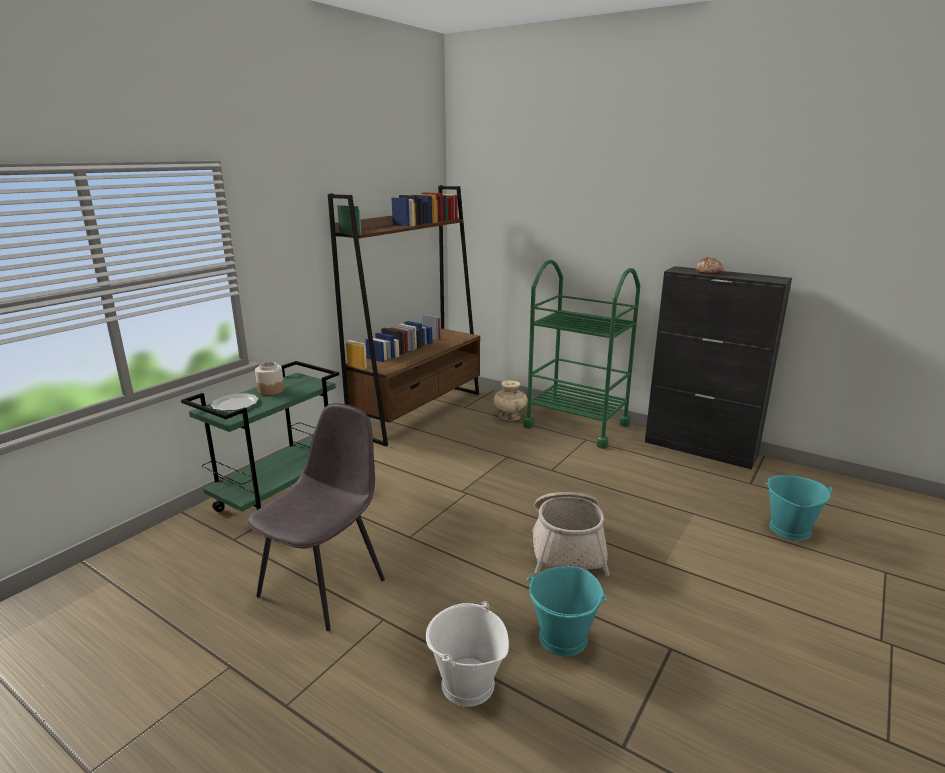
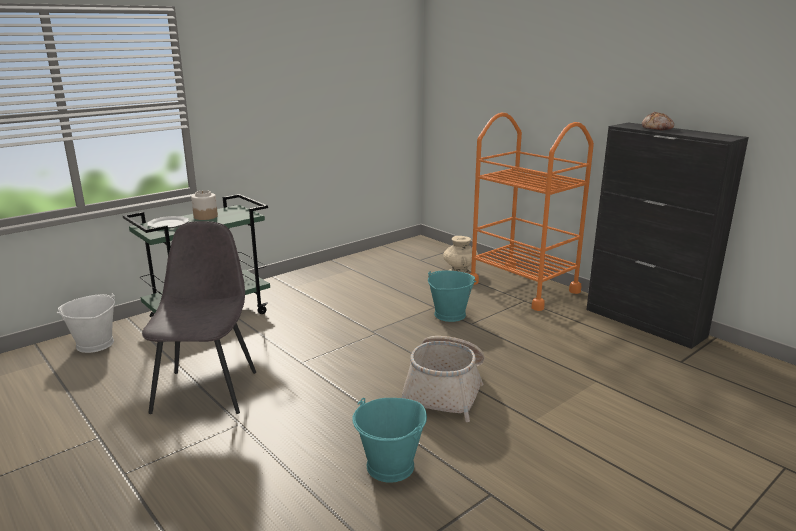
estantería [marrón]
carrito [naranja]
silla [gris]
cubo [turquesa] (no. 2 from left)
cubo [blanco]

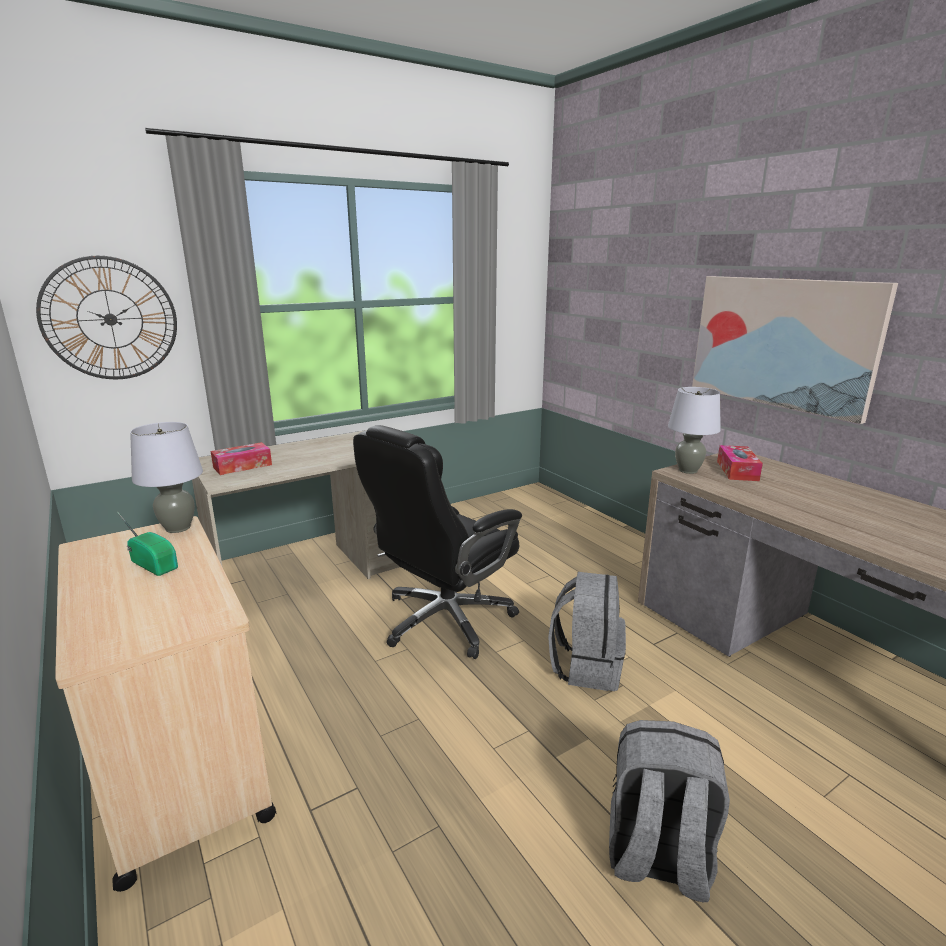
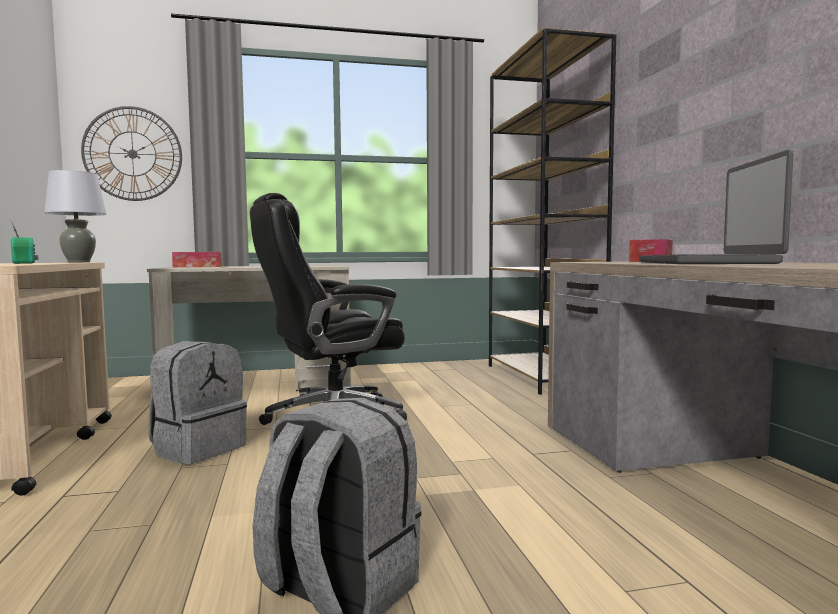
cuadro
lámpara de mesa [gris] (no. 2 from left in the first image)
mochila [gris] (no. 1 from left)
estantería [marrón]
portátil

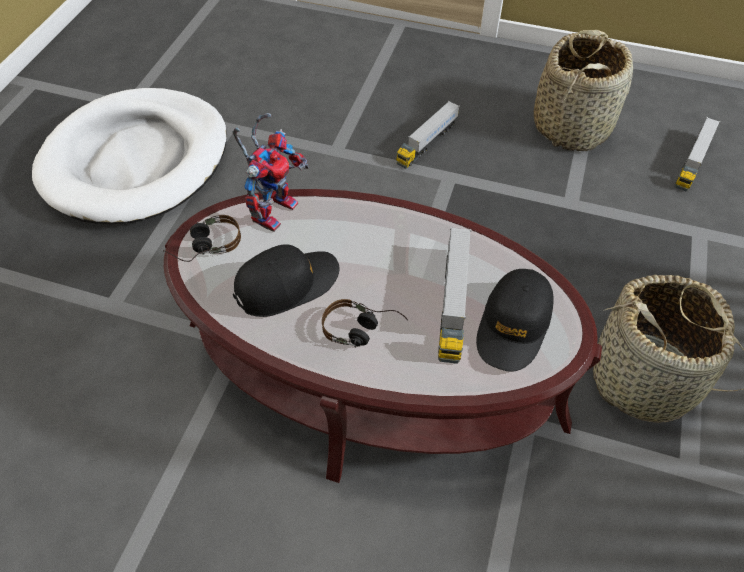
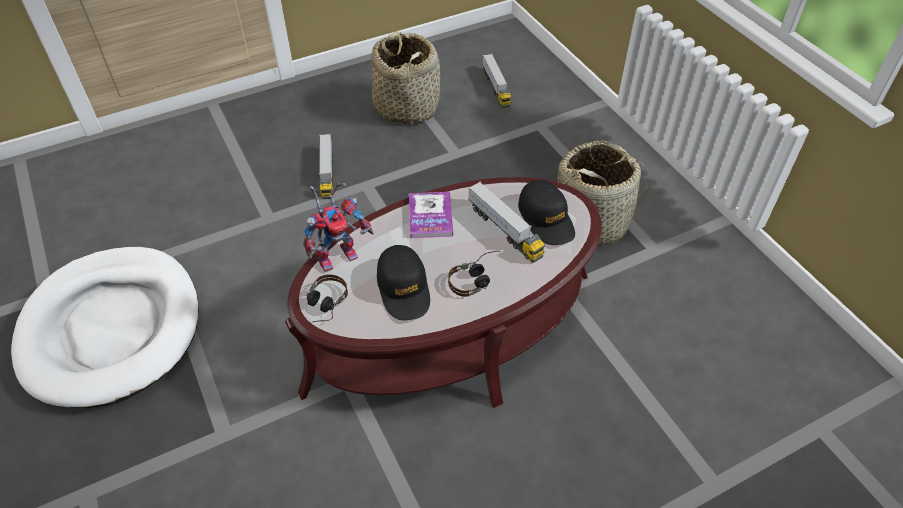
robot de juguete
gorra [negro] (no. 1 from left)
libro

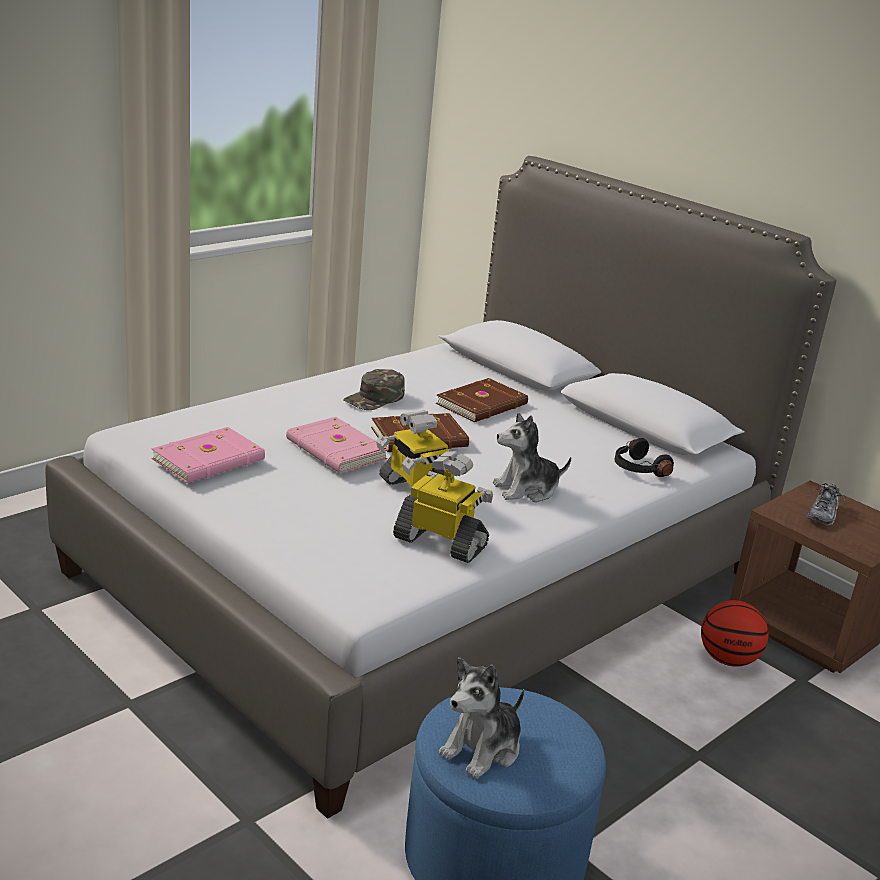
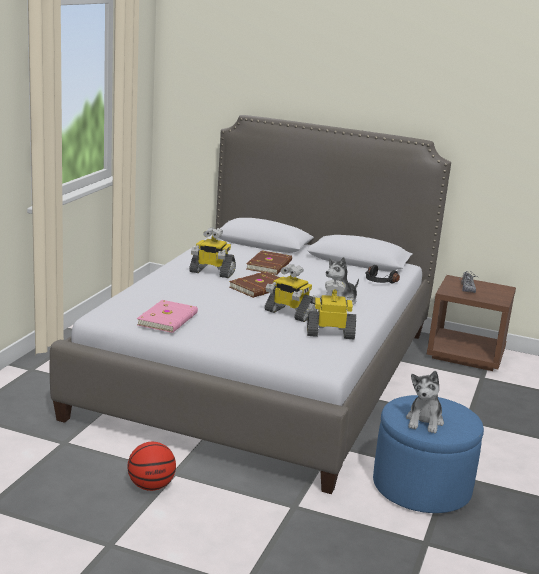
robot de juguete (no. 1 from left)
libro [rosa] (no. 2 from left in the first image)
balón de baloncesto

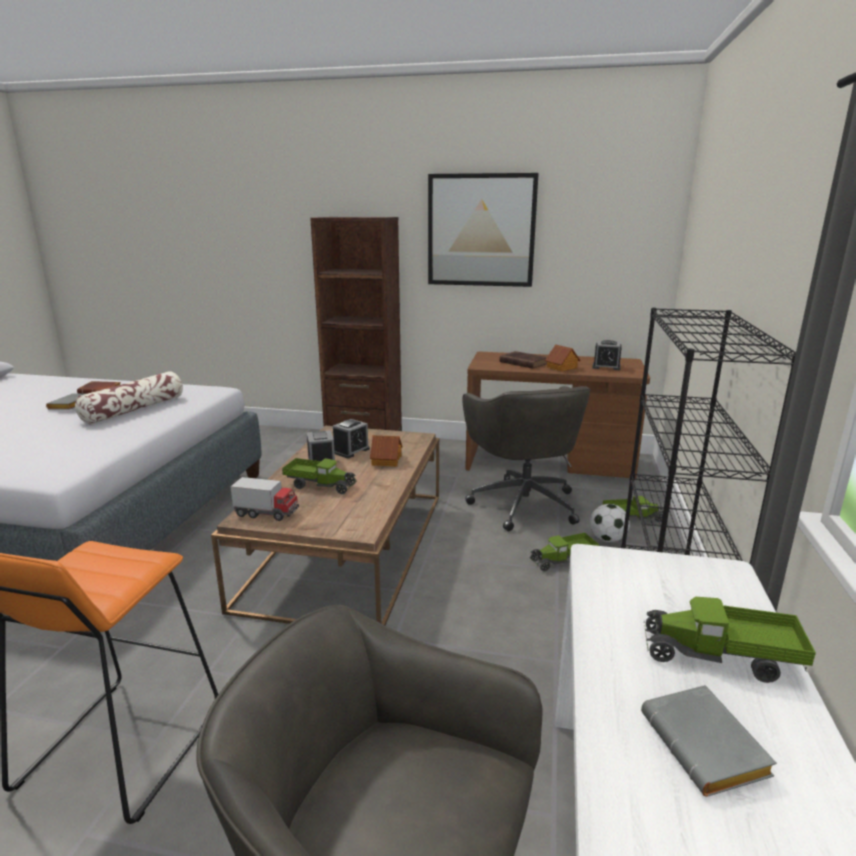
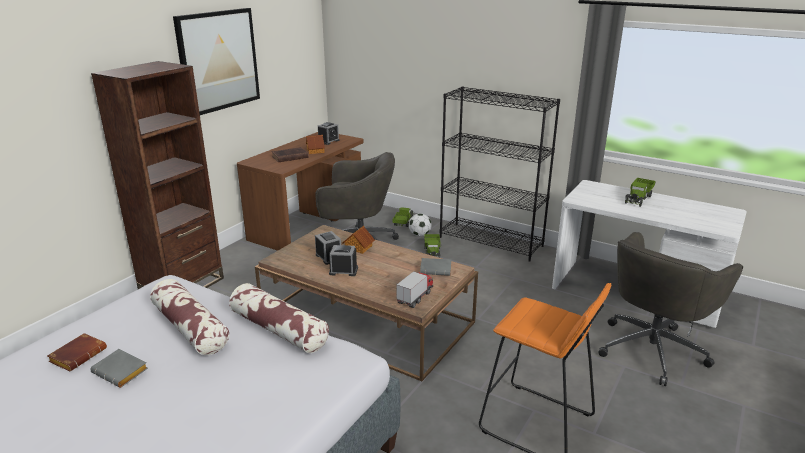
camión de juguete (no. 2 from left in the first image)
libro [gris] (no. 2 from left)
cojín (no. 2 from left)

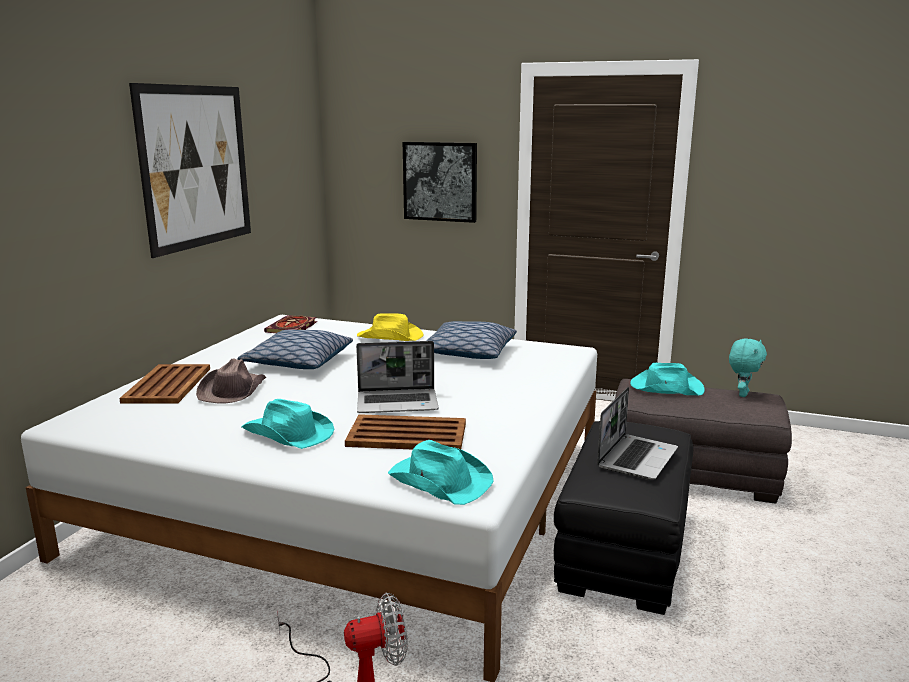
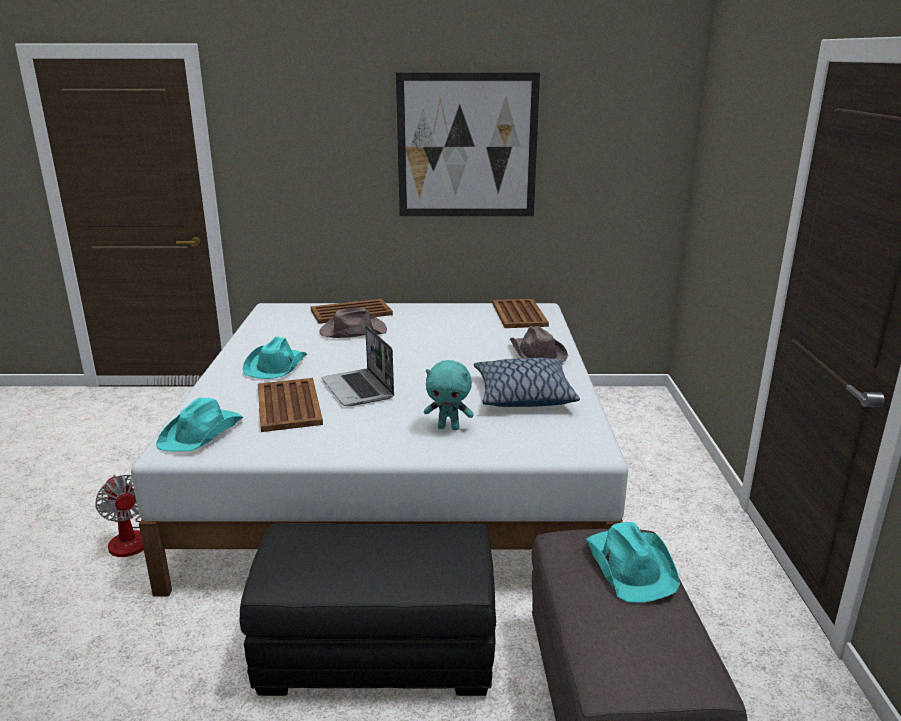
cuadro (no. 2 from left in the first image)
sombrero [marrón] (no. 2 from left)
bandeja [marrón] (no. 3 from left)
cojín (no. 1 from left in the first image)
peluche [turquesa]
portátil (no. 2 from left in the first image)

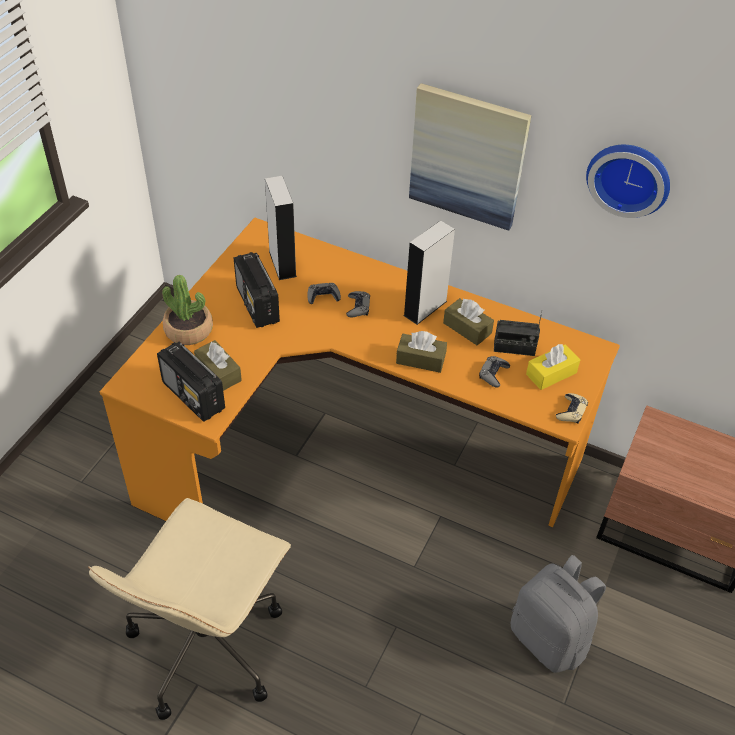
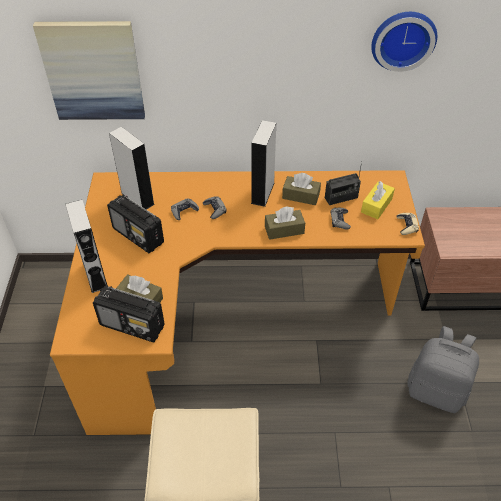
cuadro
altavoz [gris] (no. 1 from left)

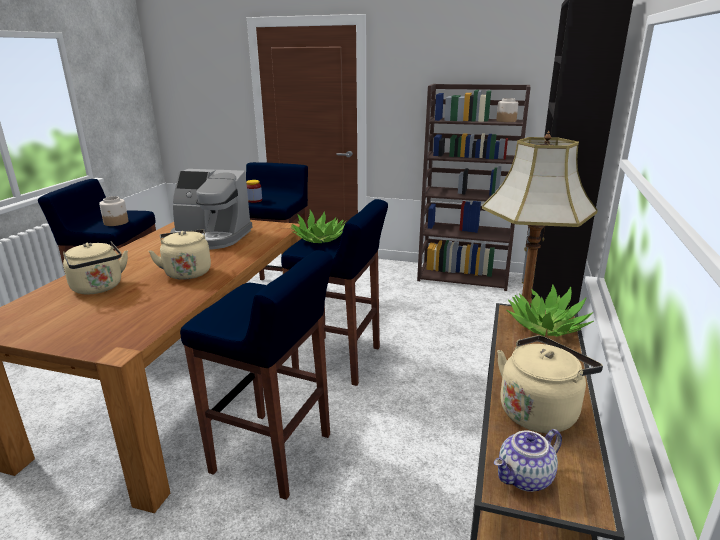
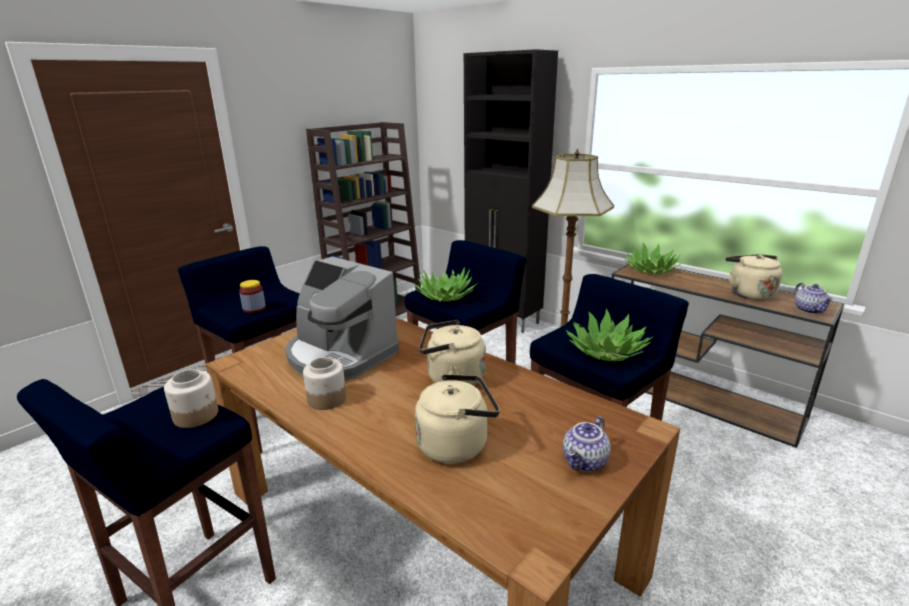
tarro (no. 3 from left)
cafetera
planta en maceta (no. 2 from left)
tetera (no. 1 from left)

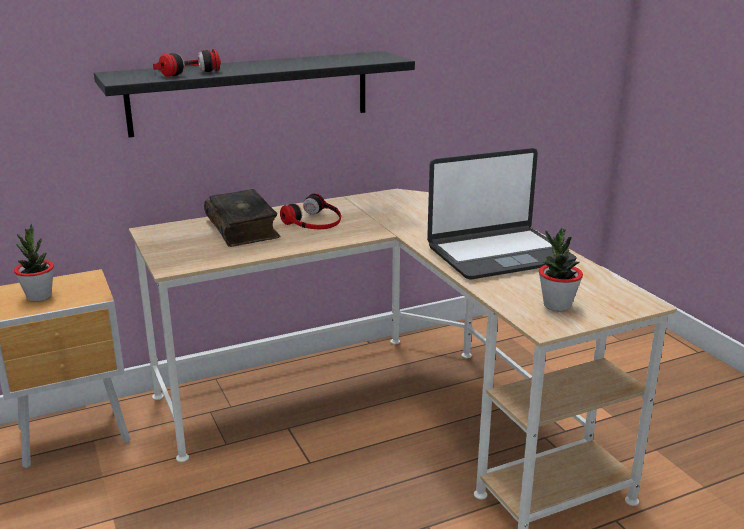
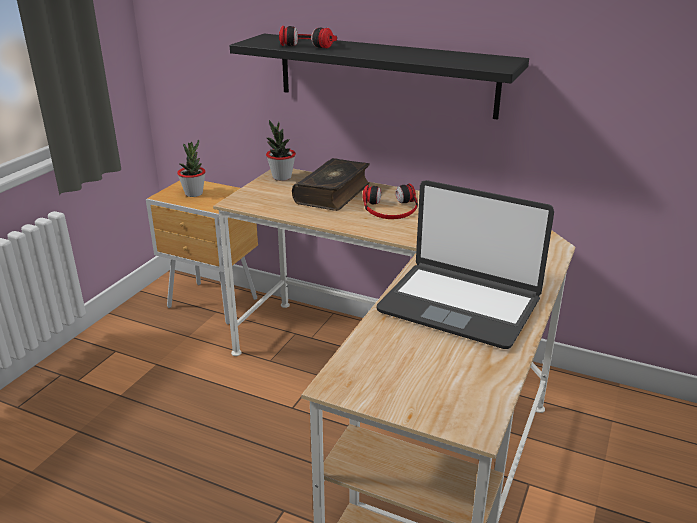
planta en maceta (no. 2 from left)

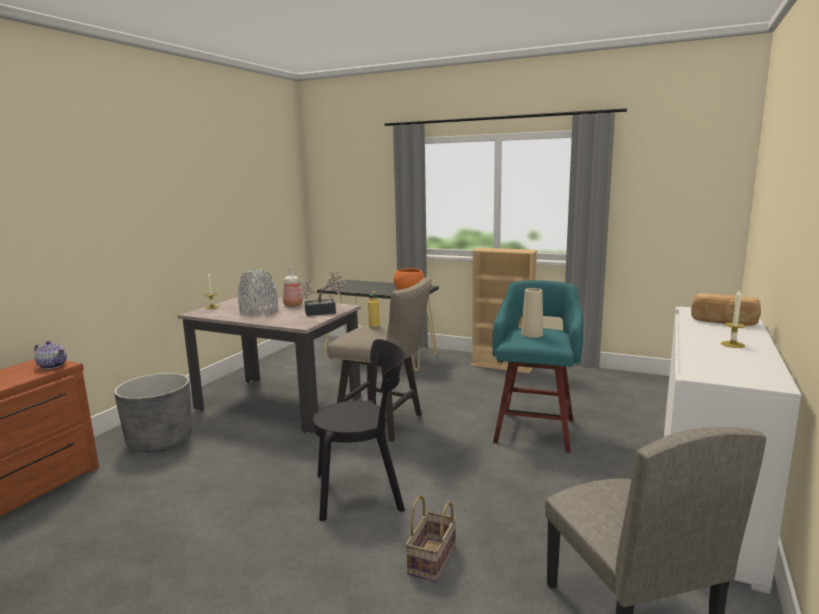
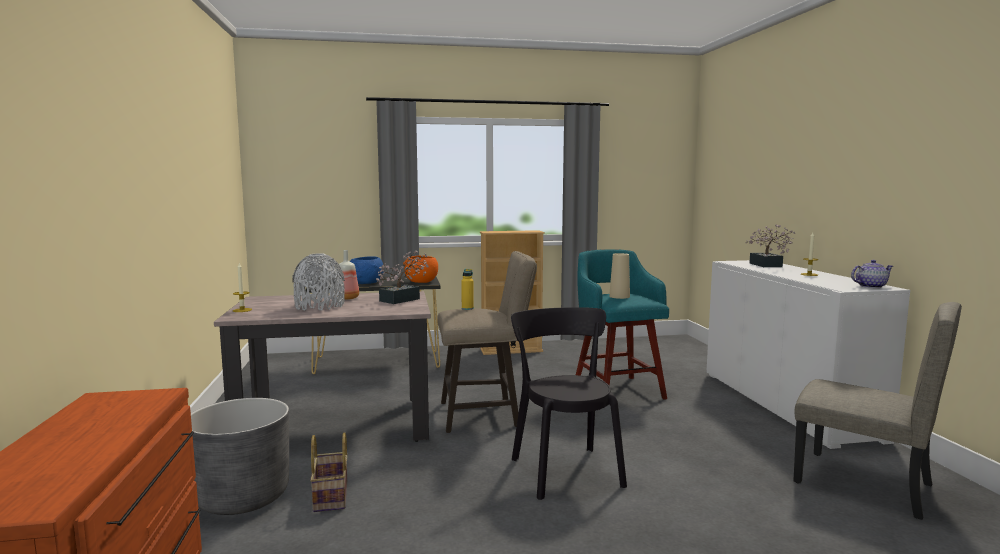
planta en maceta (no. 2 from left)
silla [negro]
tetera
cesta
cuenco [azul]

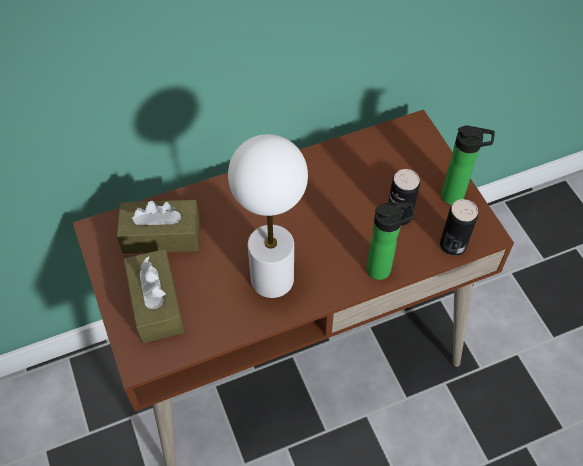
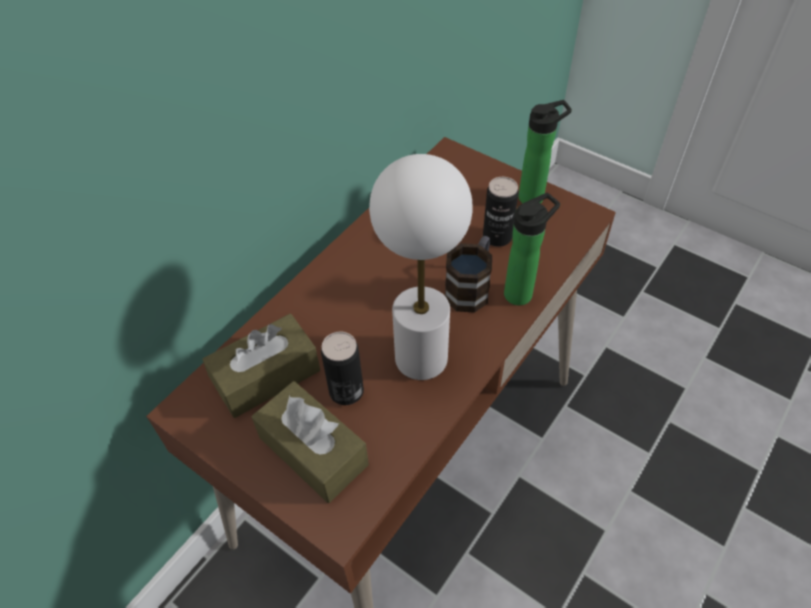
lata (no. 1 from left)
taza grande

